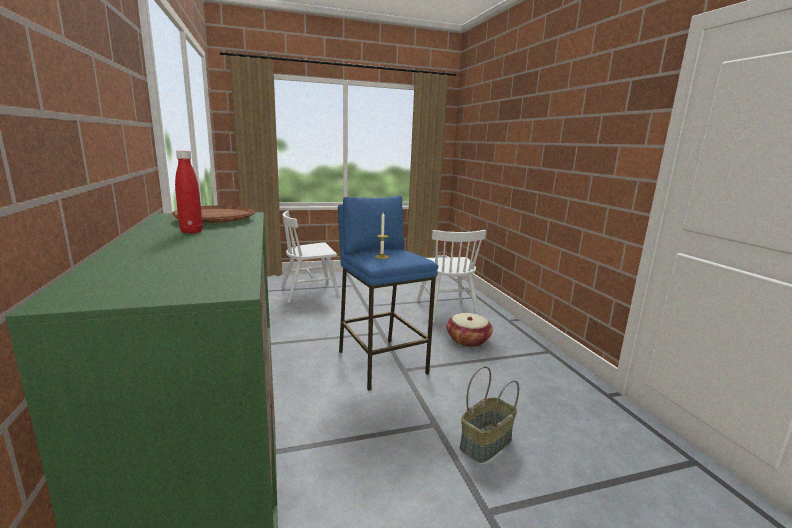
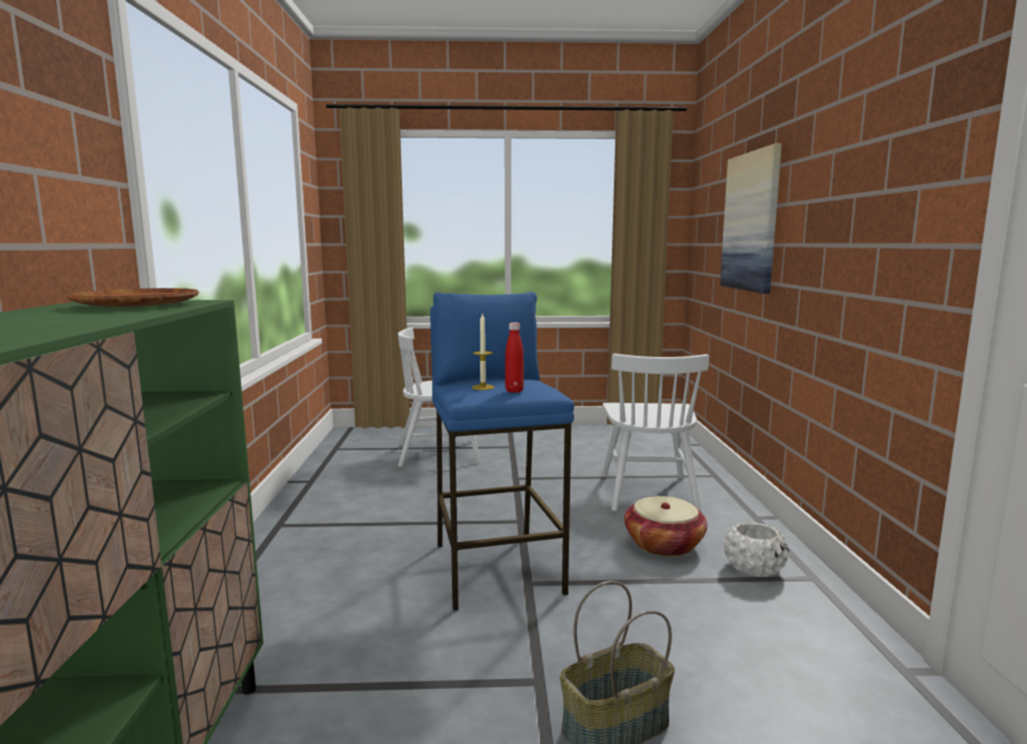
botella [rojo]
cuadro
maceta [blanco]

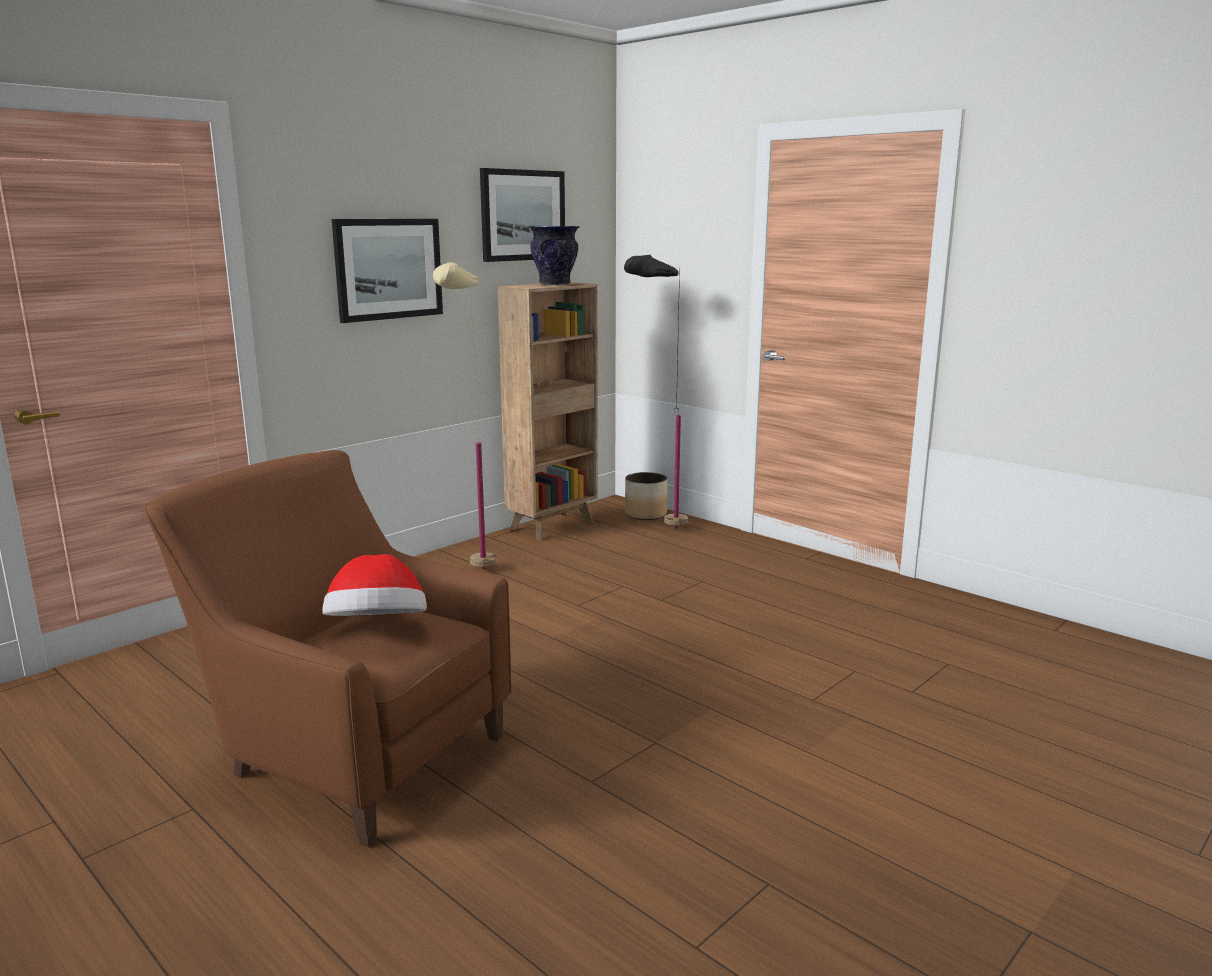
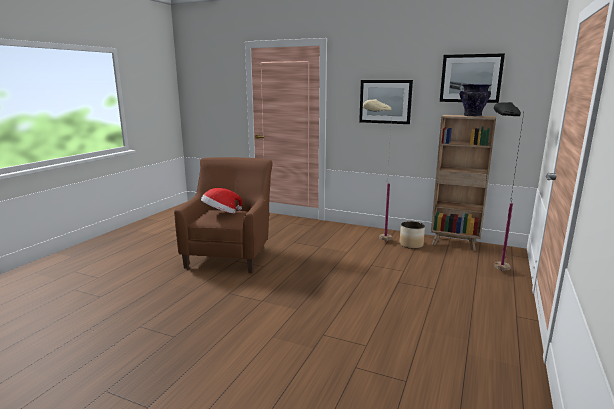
maceta

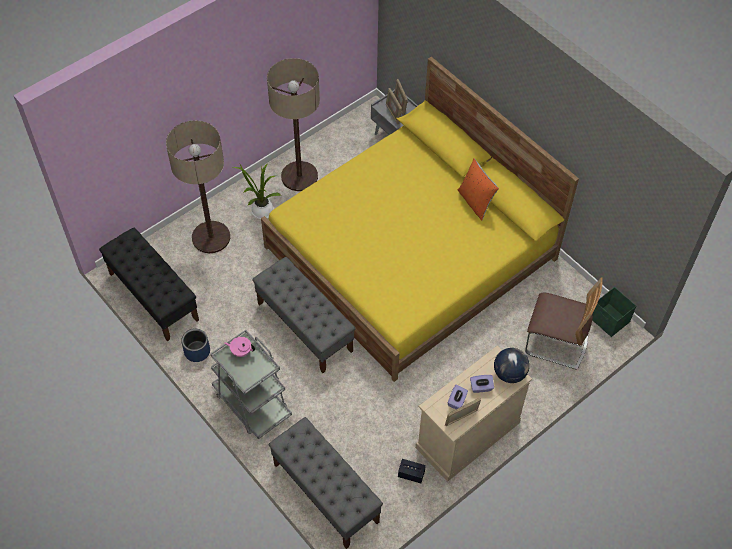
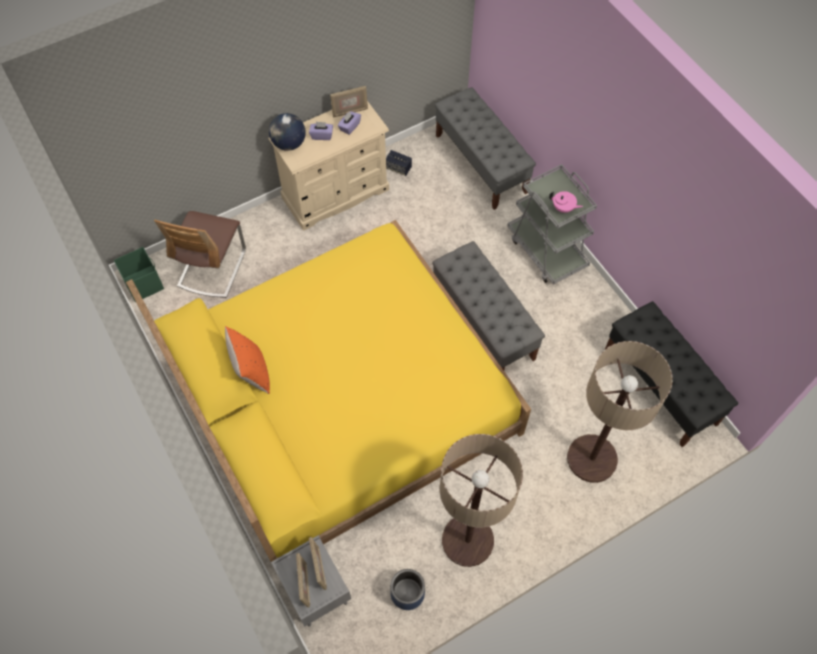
planta en maceta
silla
maceta [azul]

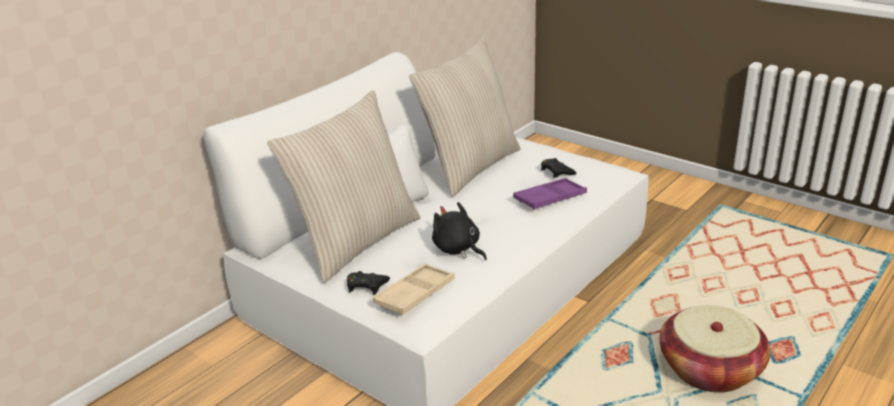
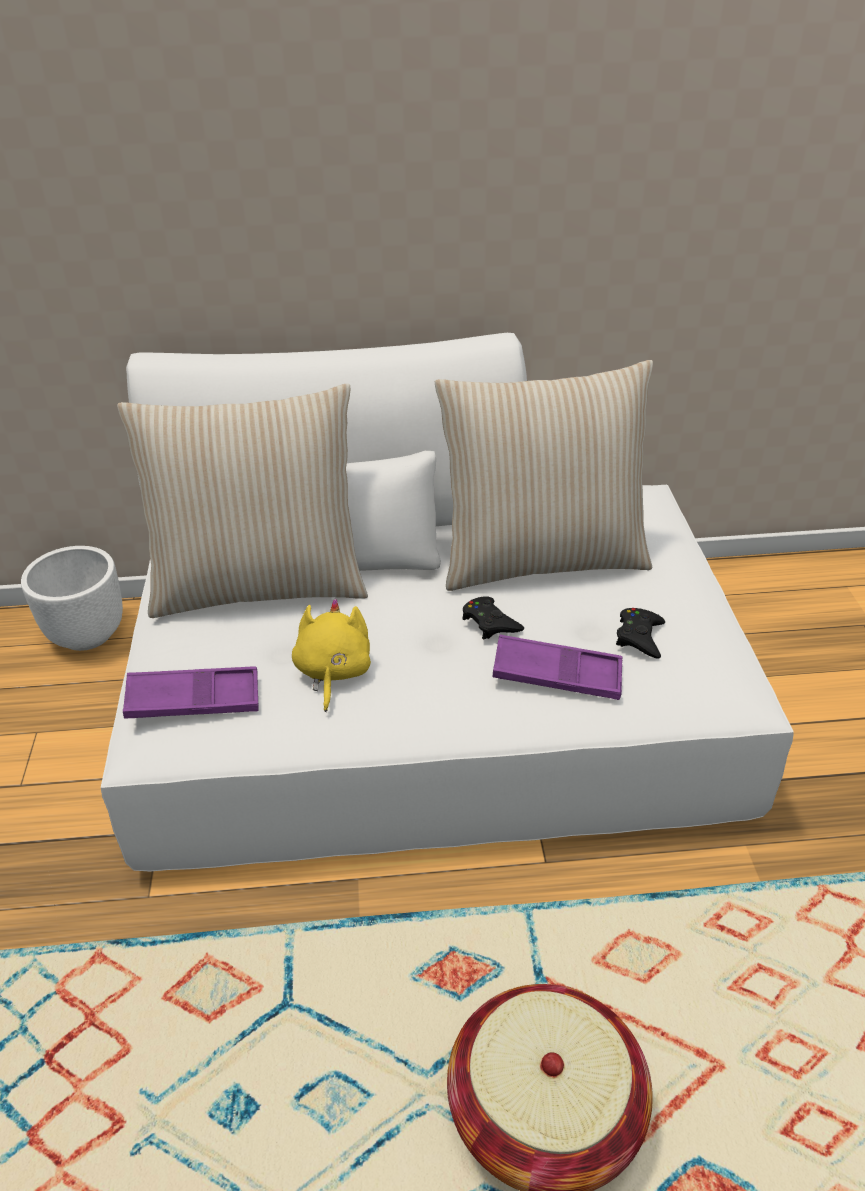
peluche [amarillo]
bandeja [morado] (no. 1 from left)
mando de consola [negro] (no. 1 from left)
maceta [blanco]

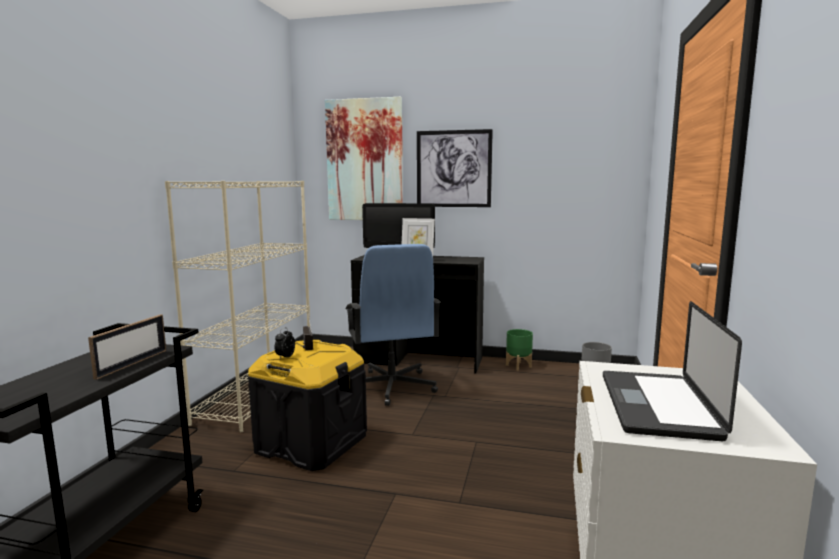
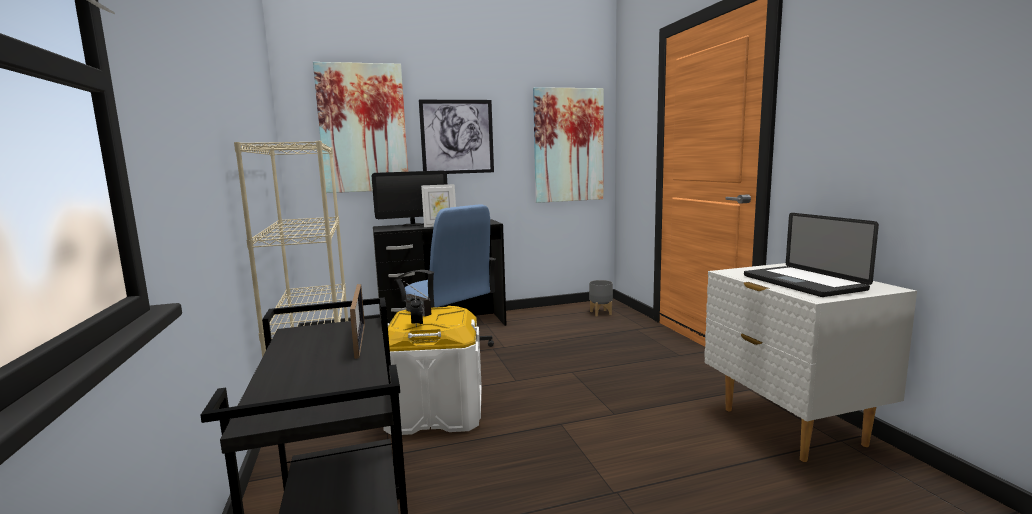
maceta [verde]
caja de almacenaje [blanco]
cuadro (no. 3 from left)

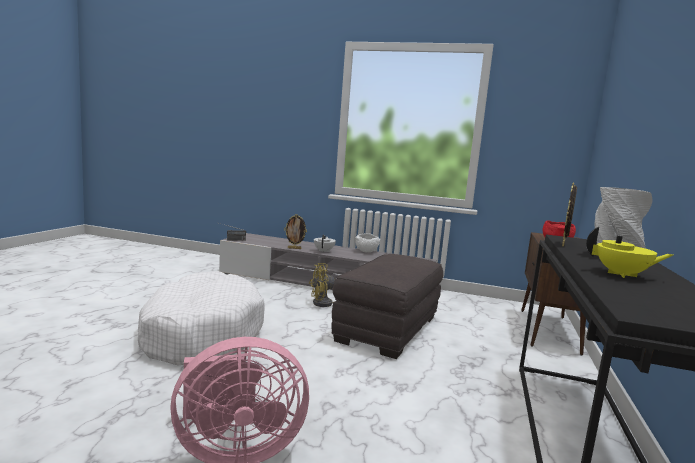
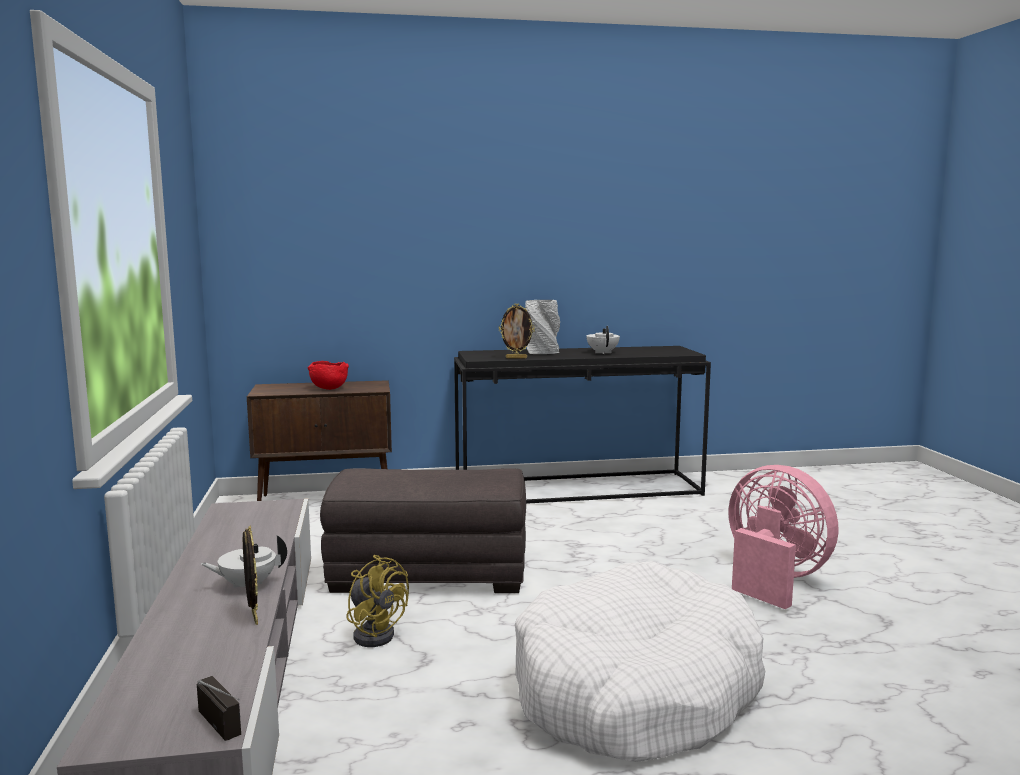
tetera [blanco] (no. 2 from left)
cuenco [blanco]

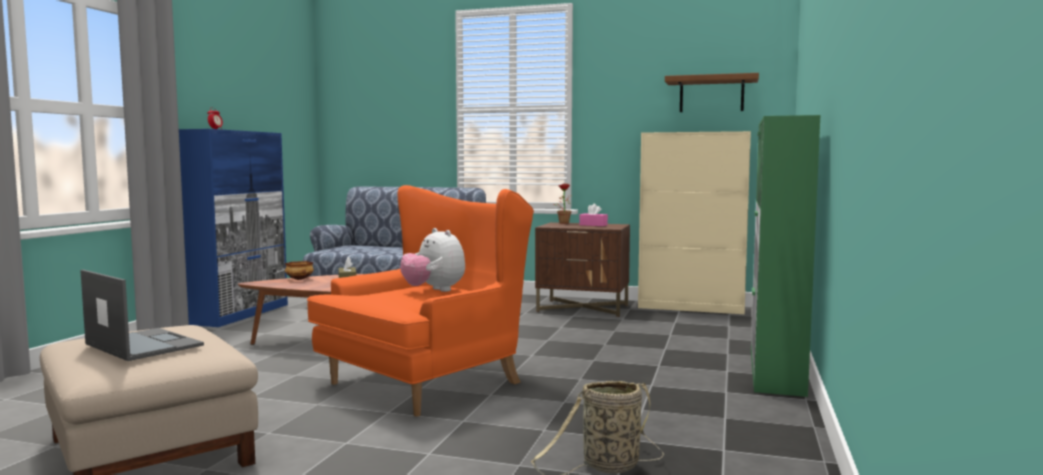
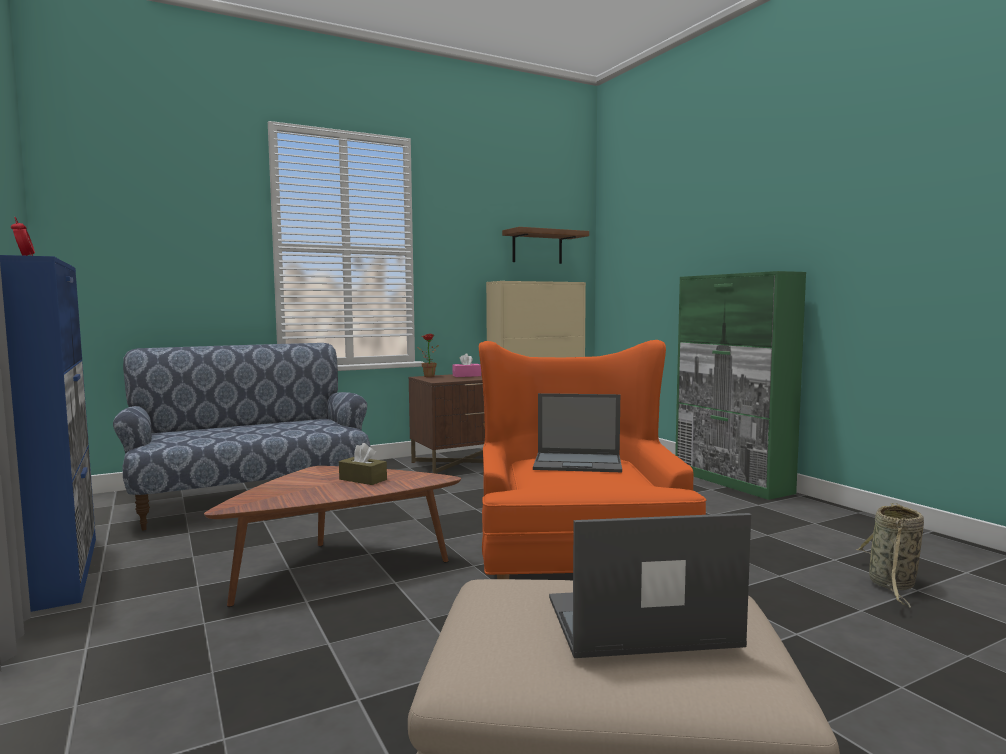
portátil (no. 1 from left)
cuenco

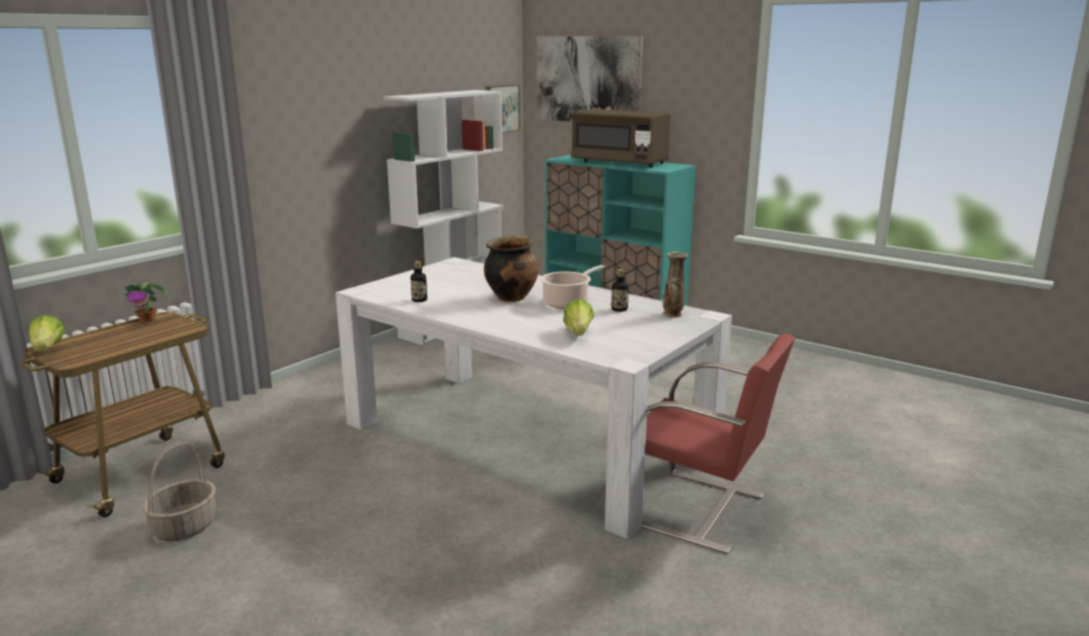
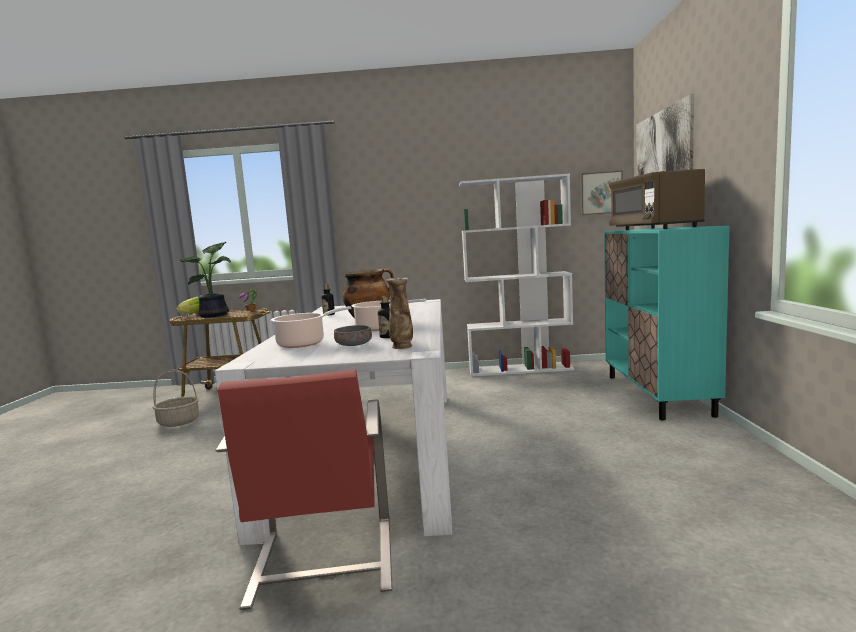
olla (no. 1 from left)
planta en maceta (no. 1 from left)
cuenco [gris]

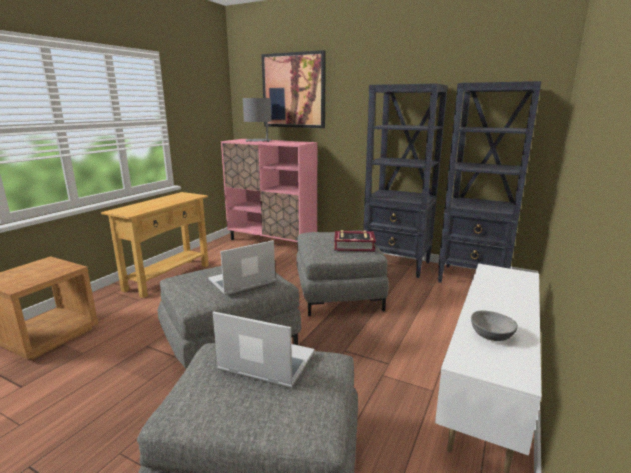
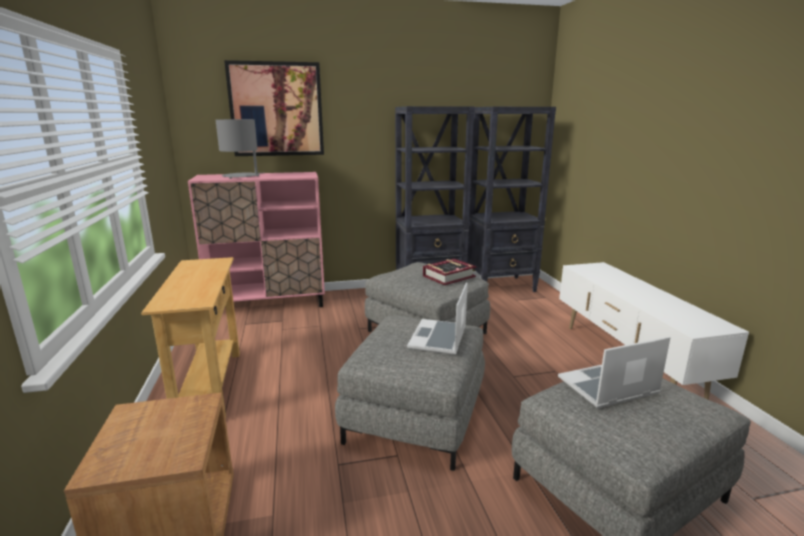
cuenco [gris]

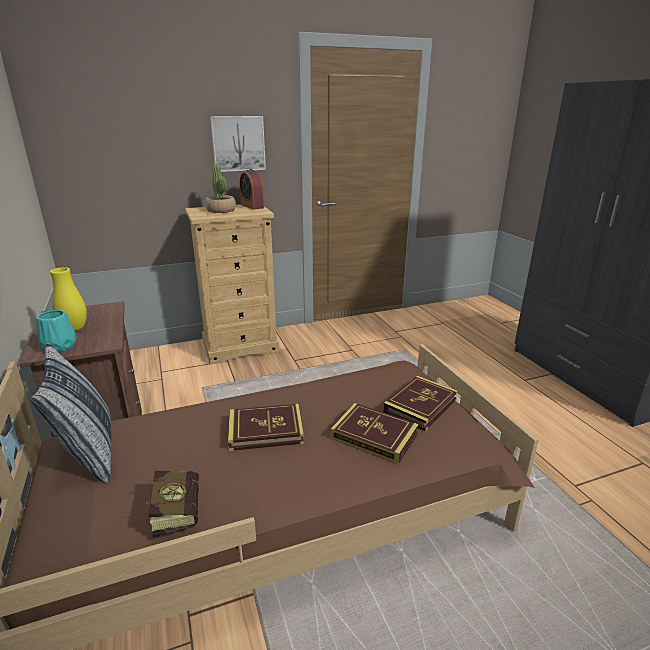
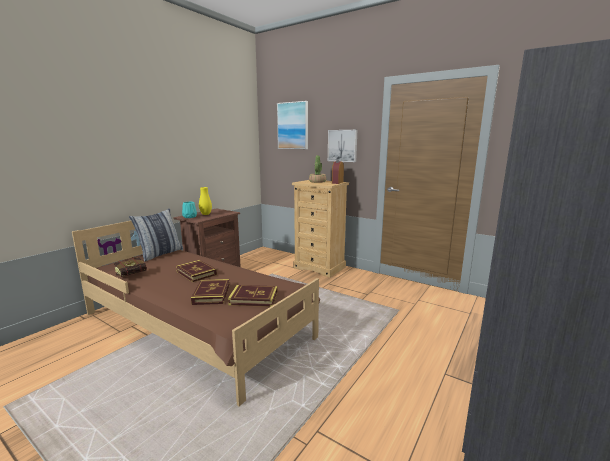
cuadro (no. 1 from left)

